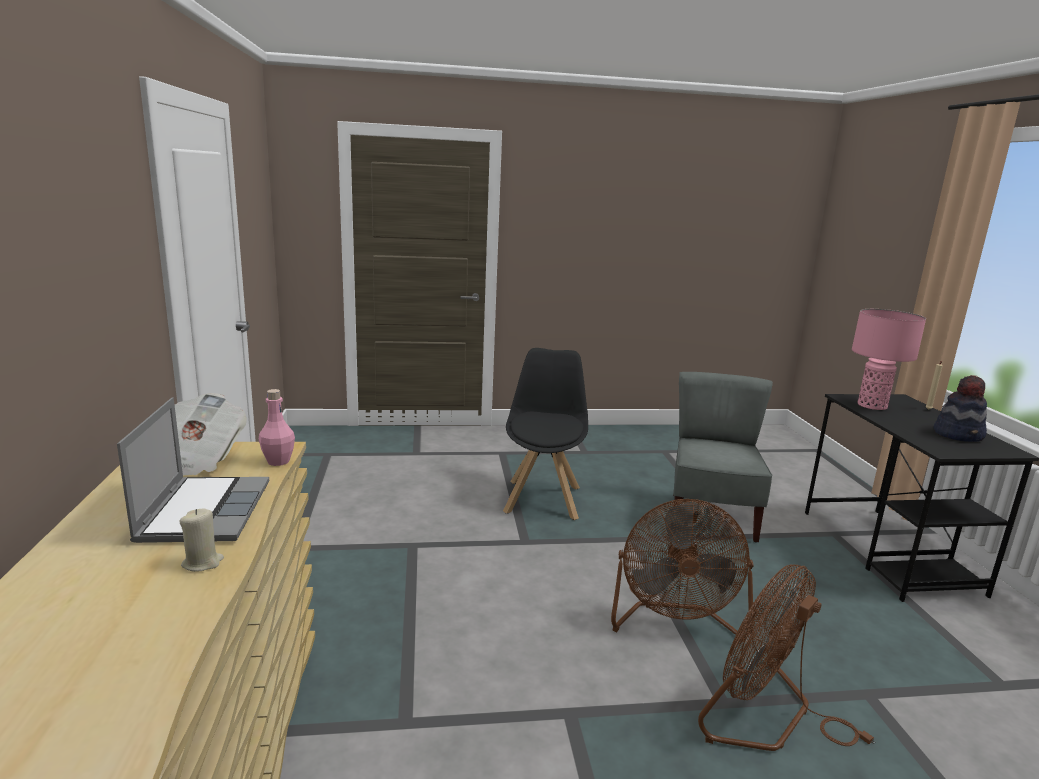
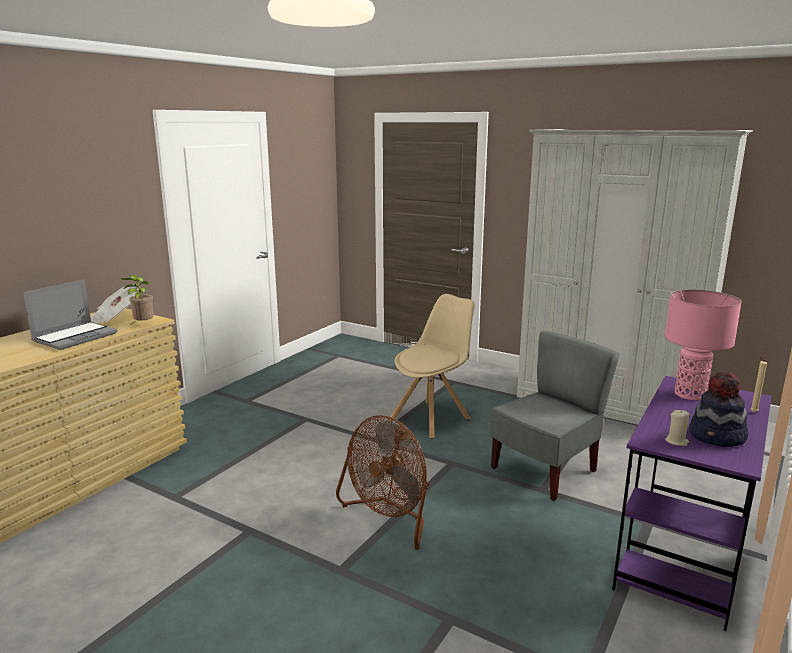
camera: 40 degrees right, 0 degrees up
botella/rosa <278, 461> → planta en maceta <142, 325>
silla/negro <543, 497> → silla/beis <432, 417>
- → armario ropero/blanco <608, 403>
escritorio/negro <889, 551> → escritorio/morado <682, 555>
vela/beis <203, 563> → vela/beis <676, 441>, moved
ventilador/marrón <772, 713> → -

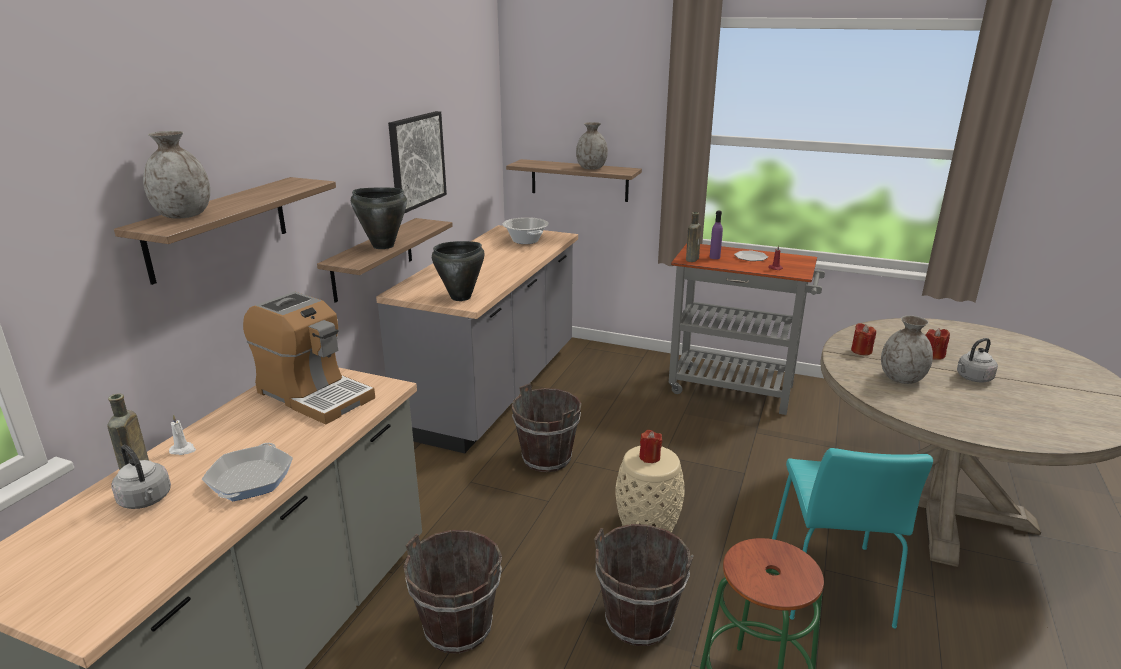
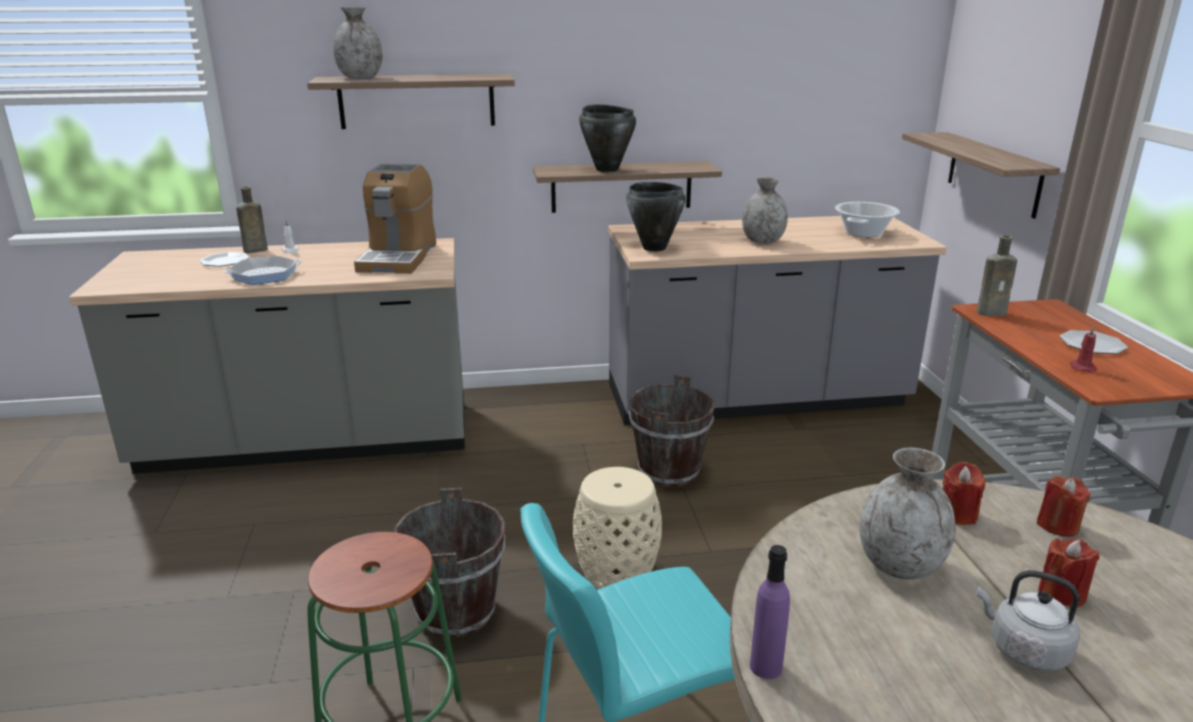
camera: 60 degrees right, 0 degrees up
hervidor/gris <146, 500> → plato <225, 261>
florero/gris <591, 168> → florero/gris <762, 241>, moved
botella/morado <714, 257> → botella/morado <766, 667>, moved
vela/rojo <649, 457> → vela/rojo <1057, 525>, moved
cuadro <416, 161> → -
cubo/marrón <458, 627> → -

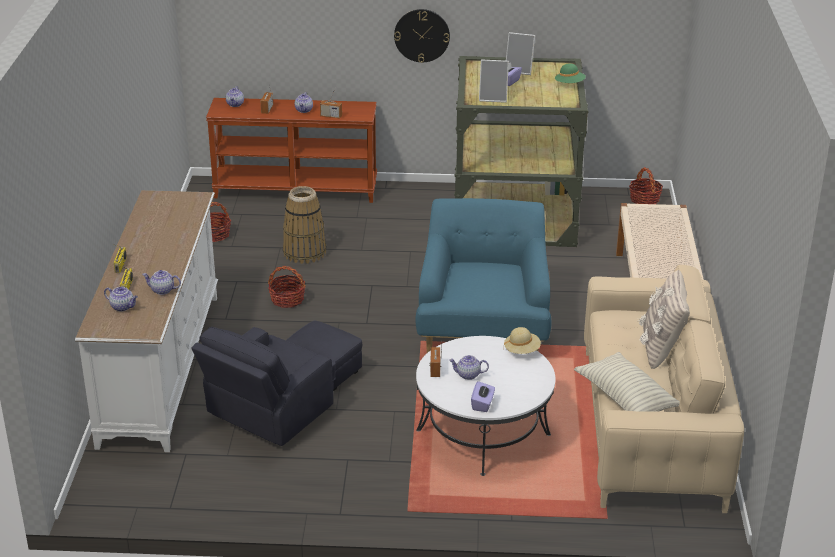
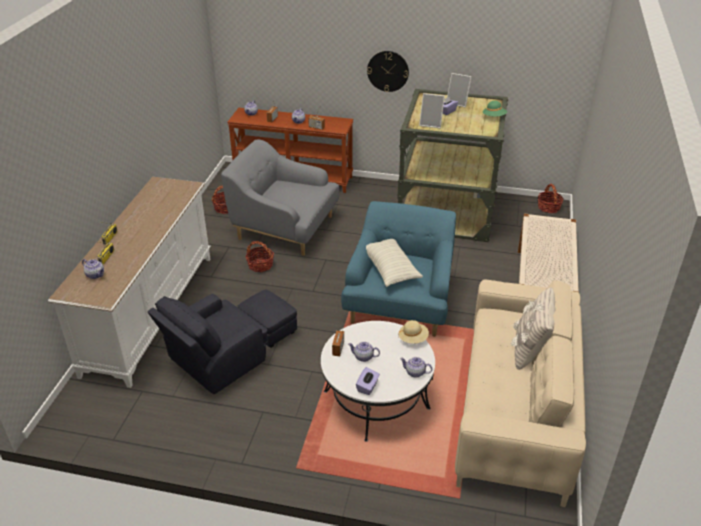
camera: 10 degrees right, 5 degrees up
cesta <304, 252> → sillón/gris <284, 228>
cojín <625, 398> → cojín <390, 269>, moved
tetera <162, 290> → tetera <415, 372>, moved

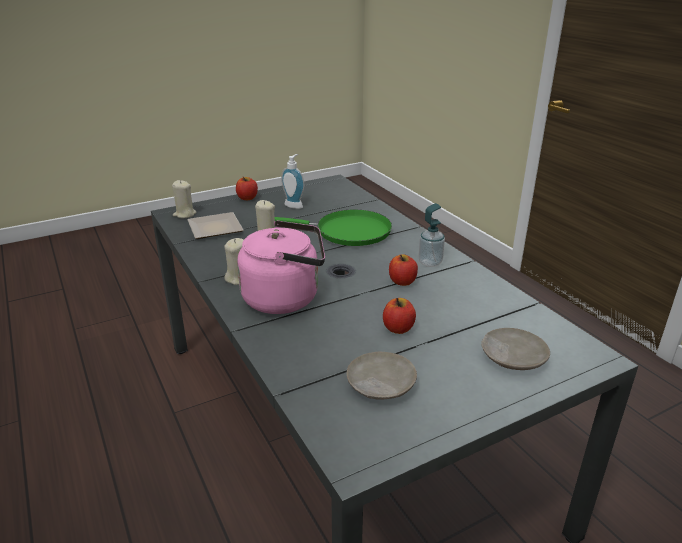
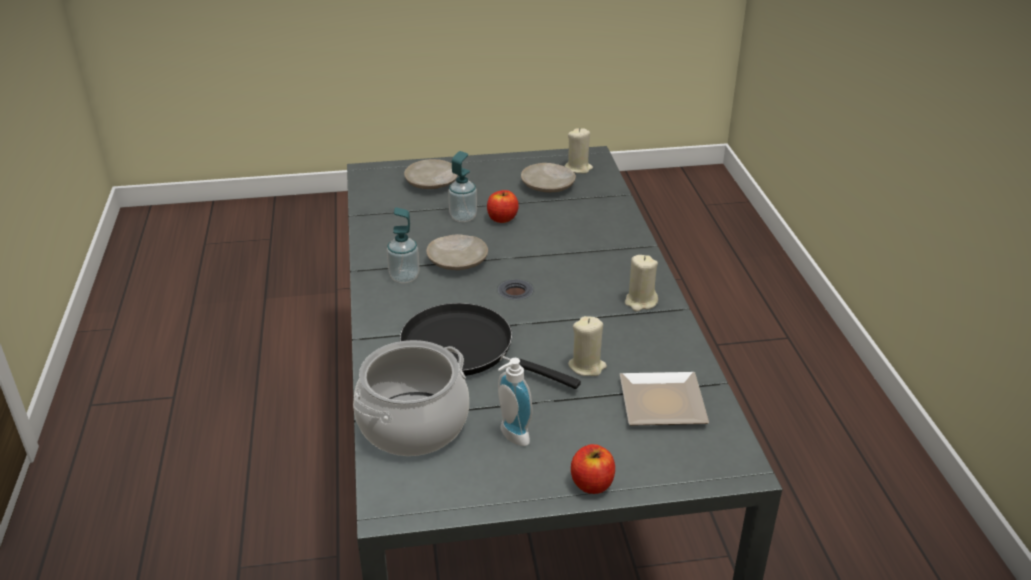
camera: 160 degrees left, 5 degrees up
- → olla <413, 425>
sartén/verde <347, 232> → sartén/negro <465, 349>
manzana <402, 281> → plato/beis <458, 260>
- → dispensador de jabón <463, 217>
vela/beis <184, 214> → vela/beis <578, 168>, moved
hervidor/rosa <286, 298> → -

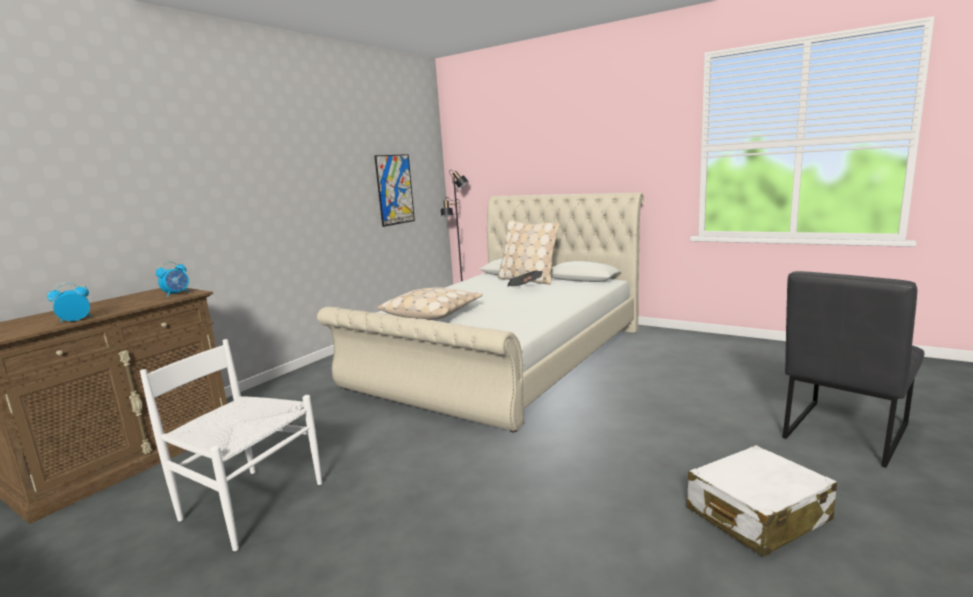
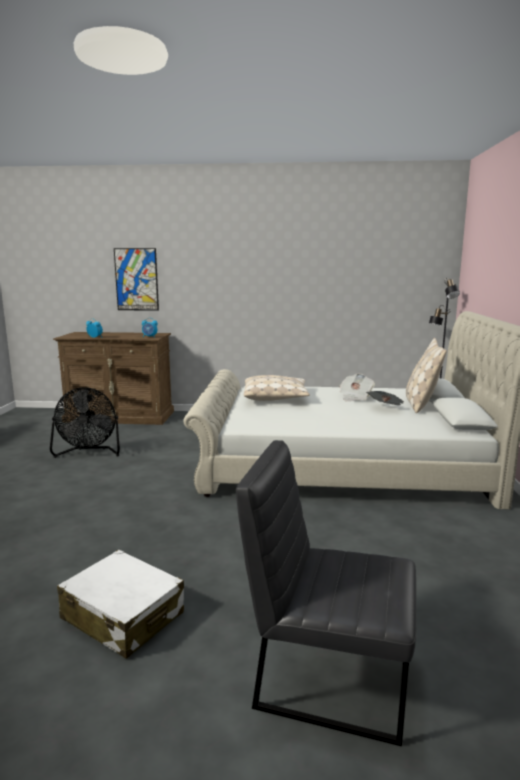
camera: 60 degrees right, 0 degrees up
silla/blanco <248, 504> → ventilador/negro <87, 452>
cuadro <395, 189> → cuadro <136, 279>, moved
- → periódico <355, 397>

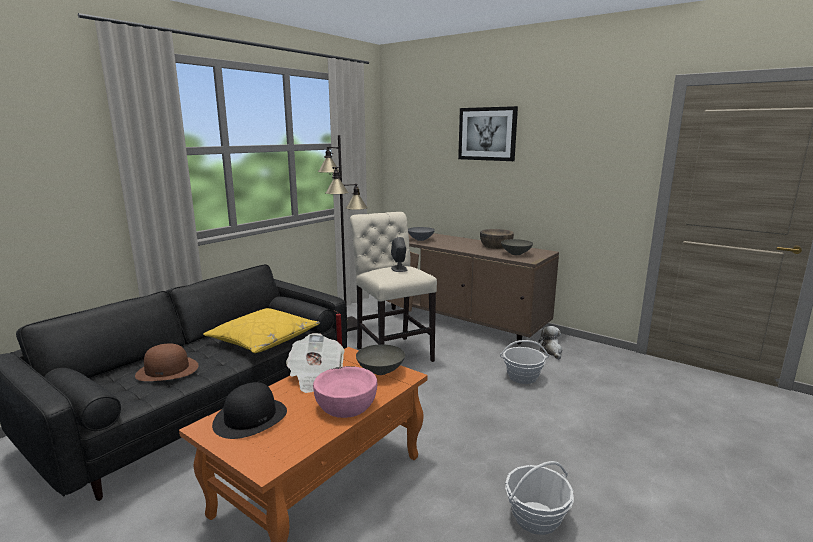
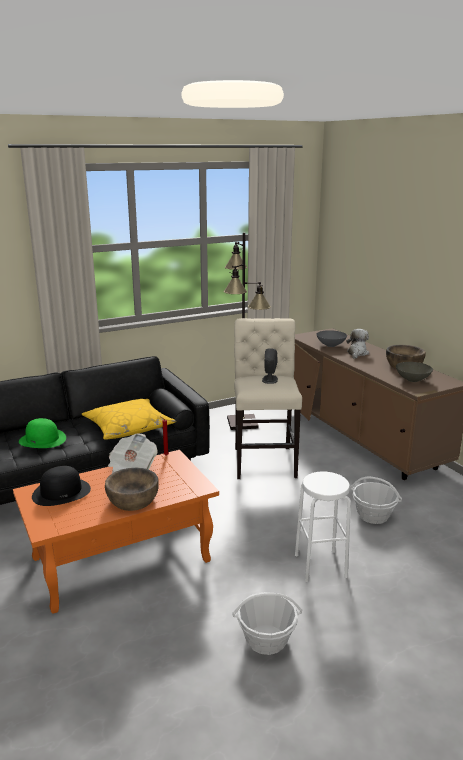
camera: 25 degrees right, 5 degrees up
sombrero/marrón <167, 370> → sombrero/verde <43, 439>
cuenco/rosa <346, 405> → cuenco/marrón <132, 500>
- → taburete/blanco <320, 565>
peluche <551, 351> → peluche <357, 353>, moved
cuenco/gris <381, 371> → -
cuadro <487, 134> → -

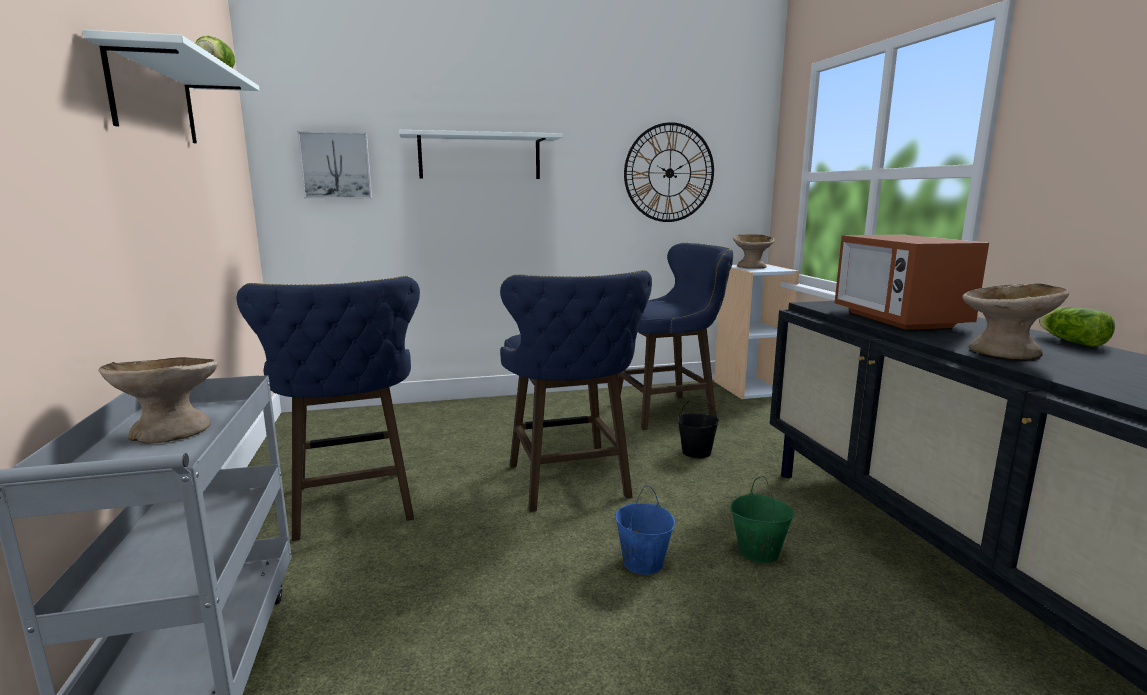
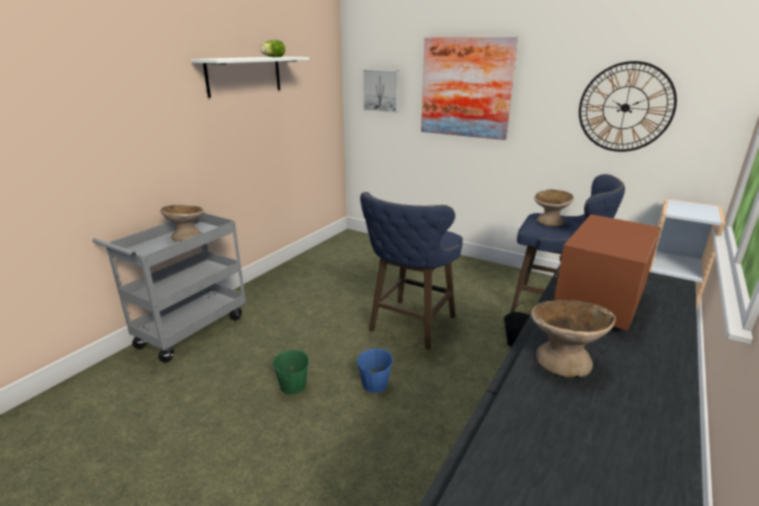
camera: 45 degrees right, 10 degrees up
cubo/verde <758, 552> → cubo/verde <293, 386>, moved
estante/blanco <480, 157> → cuadro <466, 88>
cuenco/beis <751, 267> → cuenco/beis <550, 222>, moved
taburete/azul <353, 506> → -
lechuga <1069, 341> → -

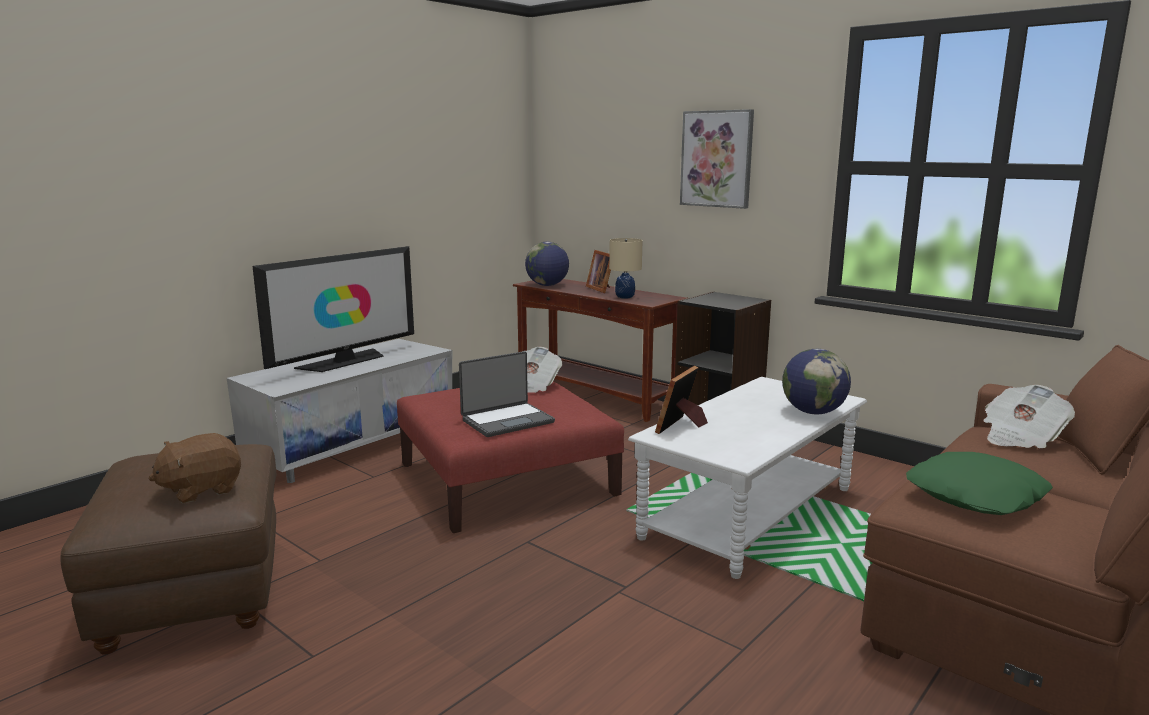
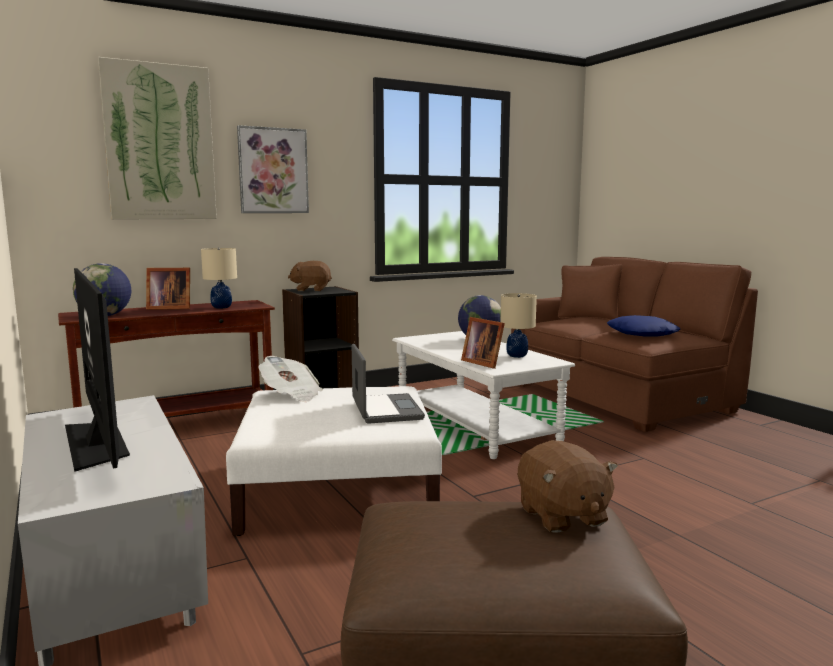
camera: 70 degrees left, 5 degrees down
- → cuadro <160, 143>
puf/rojo <507, 479> → puf/blanco <336, 488>
- → peluche/marrón <311, 290>
- → lámpara de mesa/beis <516, 356>
cojín/verde <976, 496> → cojín/azul <642, 334>
periódico <1020, 437> → -

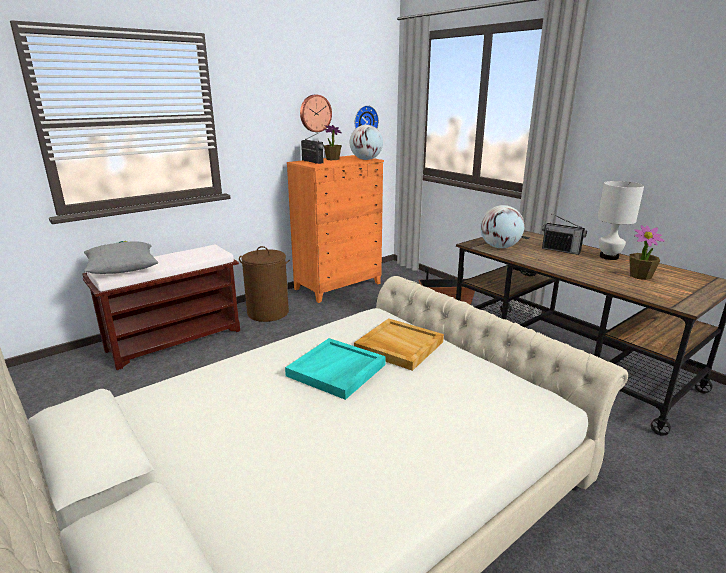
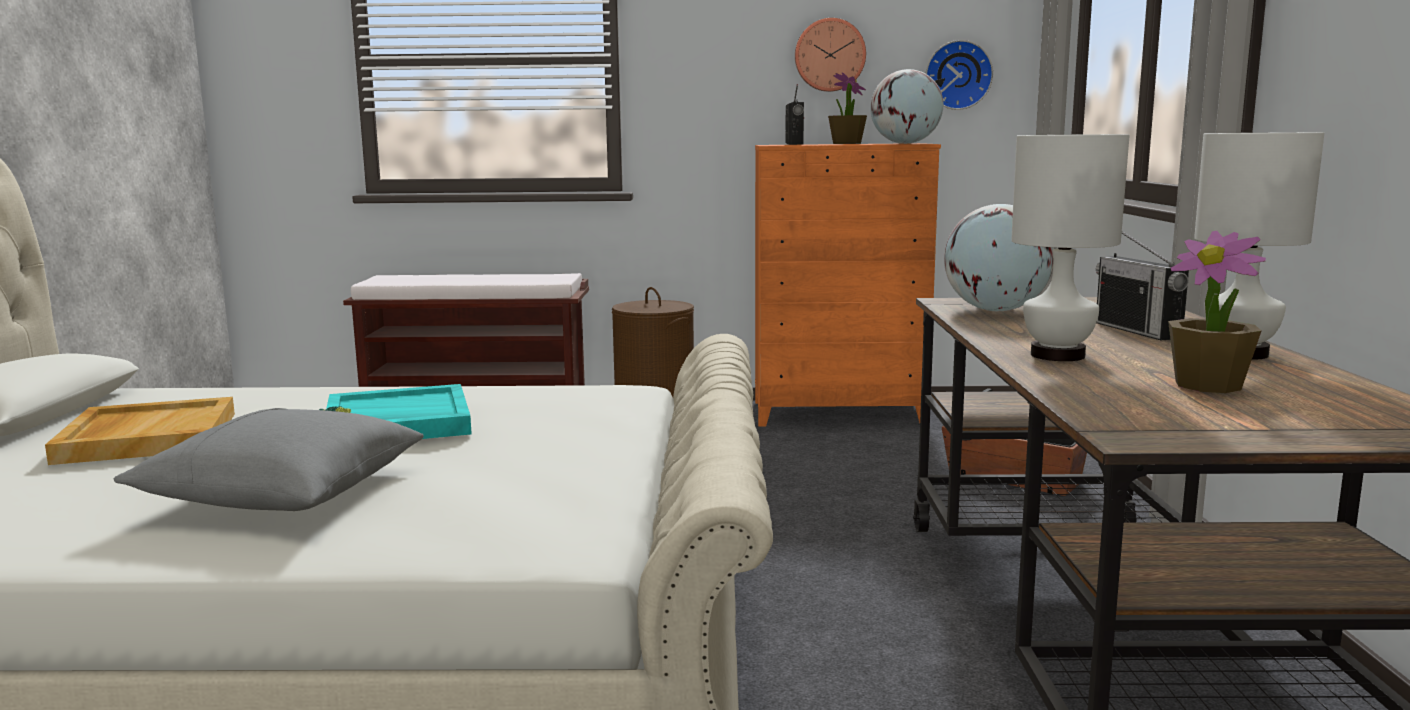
camera: 40 degrees right, 10 degrees down
bandeja/beis <398, 346> → bandeja/beis <147, 437>, moved
cojín/gris <122, 269> → cojín/gris <284, 495>, moved
- → lámpara de mesa/blanco <1056, 355>

